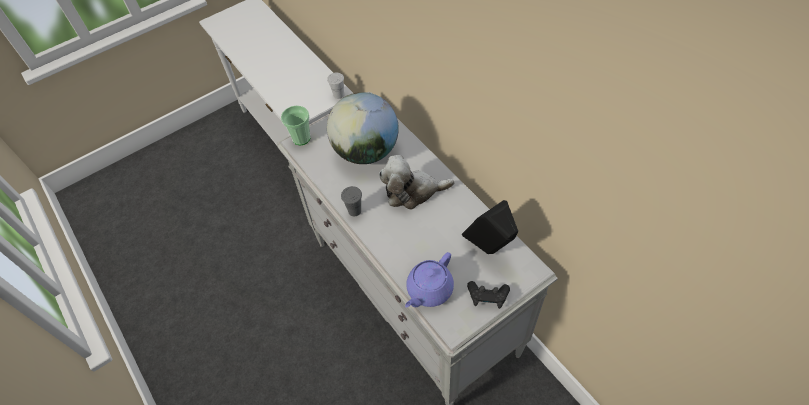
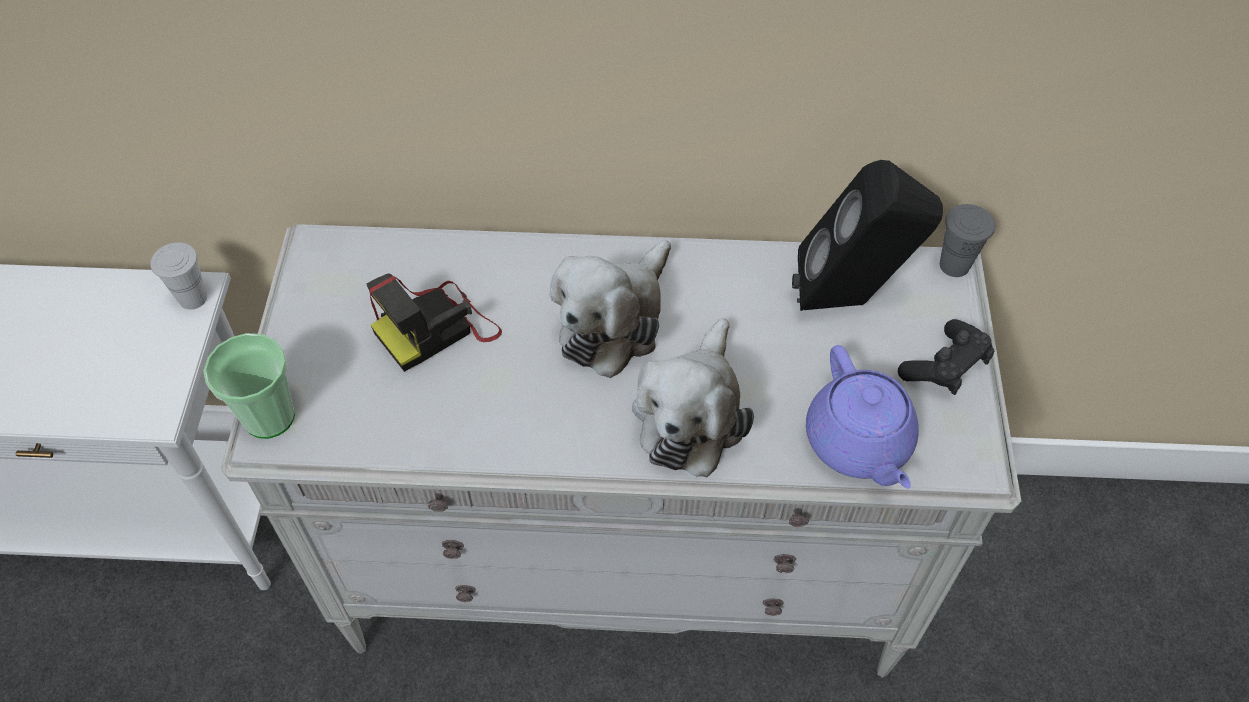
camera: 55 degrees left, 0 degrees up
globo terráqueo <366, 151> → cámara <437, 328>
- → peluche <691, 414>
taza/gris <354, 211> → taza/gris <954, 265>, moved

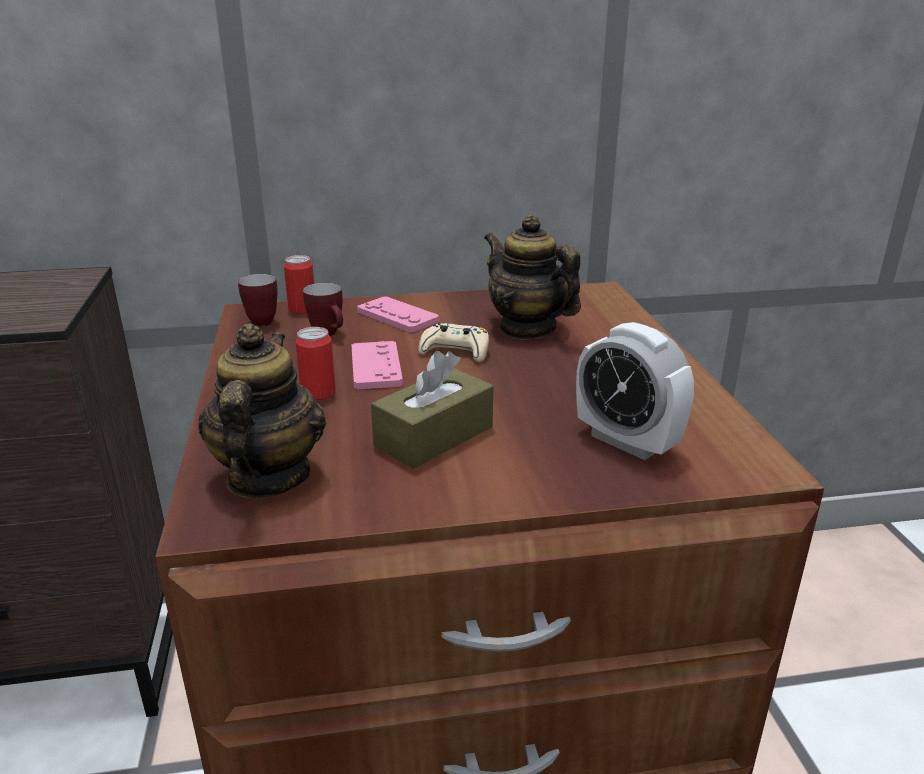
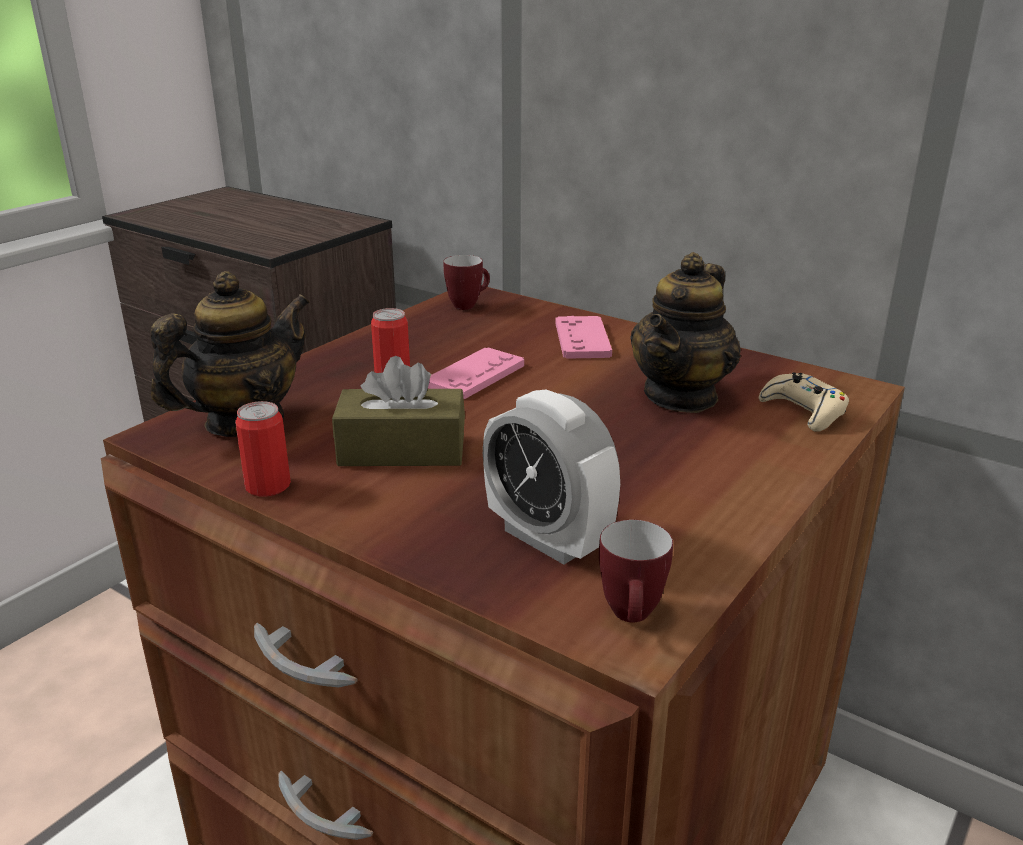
camera: 45 degrees right, 0 degrees up
lata <302, 309> → lata <268, 486>, moved
despertador <627, 441> → despertador <548, 538>, 45 degrees counterclockwise
taza grande <329, 334> → taza grande <632, 618>, moved
tetera <527, 329> → tetera <681, 396>, 150 degrees counterclockwise
mando de consola/beis <455, 351> → mando de consola/beis <803, 411>, moved

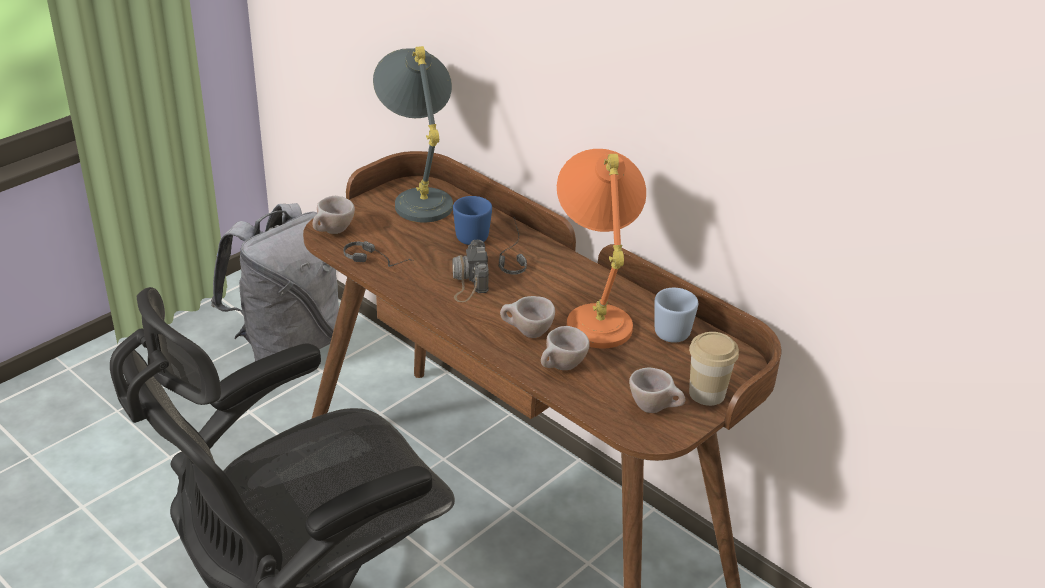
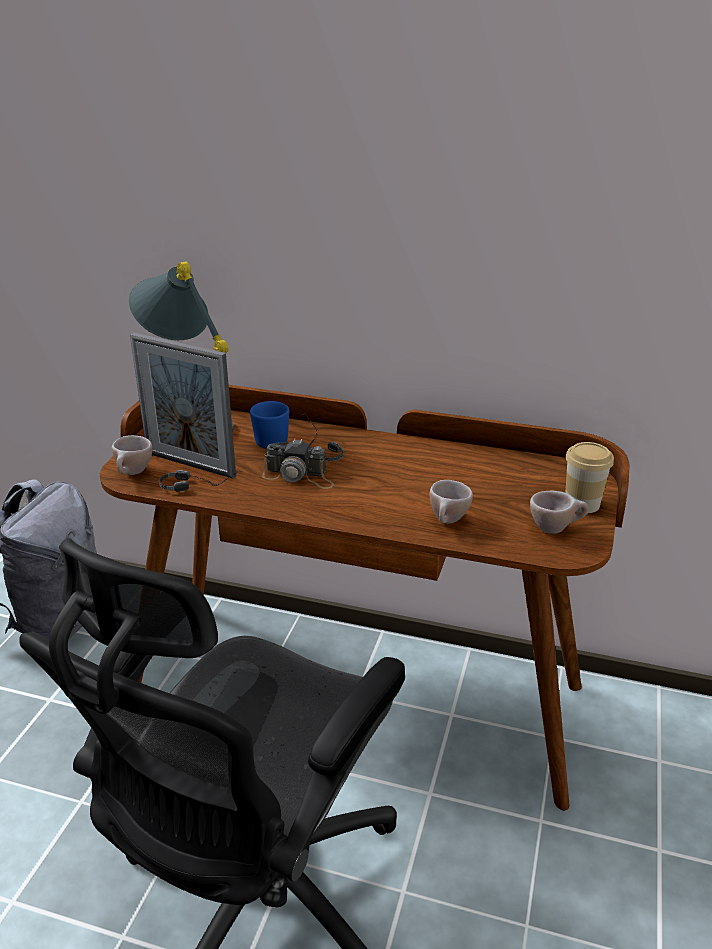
camera: 25 degrees left, 5 degrees down
- → portarretratos <190, 464>
cámara <469, 280> → cámara <299, 476>, 45 degrees counterclockwise
taza/beis <526, 333> → -
lámpara de mesa/naranja <595, 313> → -
taza grande/azul <672, 329> → -

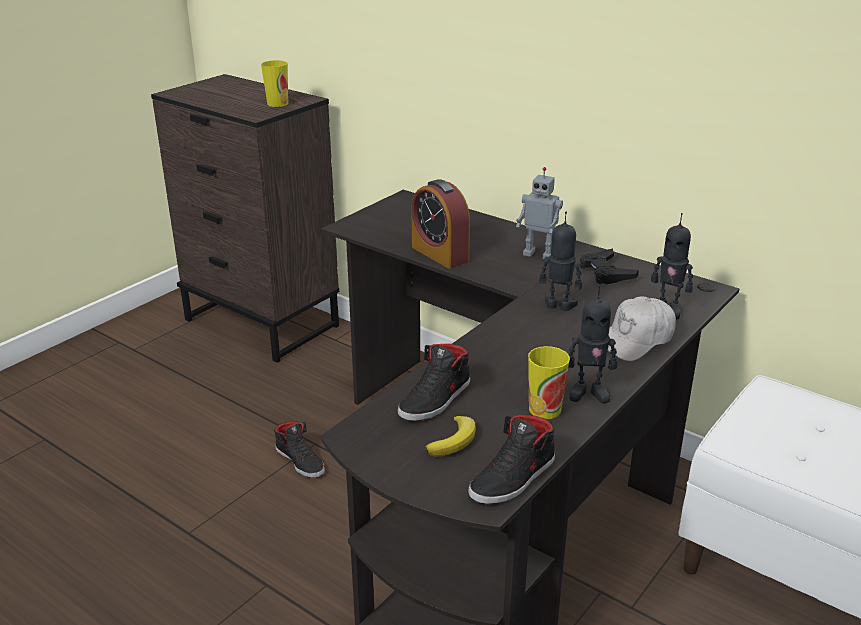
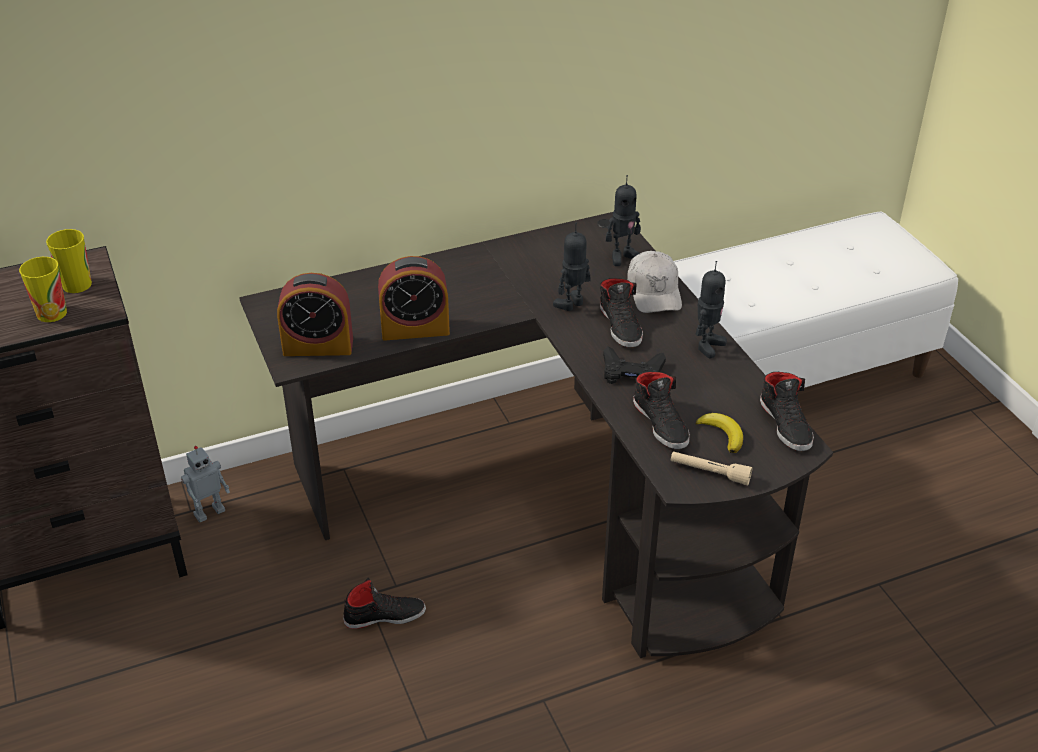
camera: 60 degrees left, 10 degrees up
taza <544, 409> → taza <52, 313>, moved
robot de juguete <539, 254> → robot de juguete <209, 512>, moved
- → despertador <318, 346>
- → zapato/negro <621, 325>
mando de consola/negro <605, 272> → mando de consola/negro <632, 372>, moved
- → linterna/beis <709, 473>

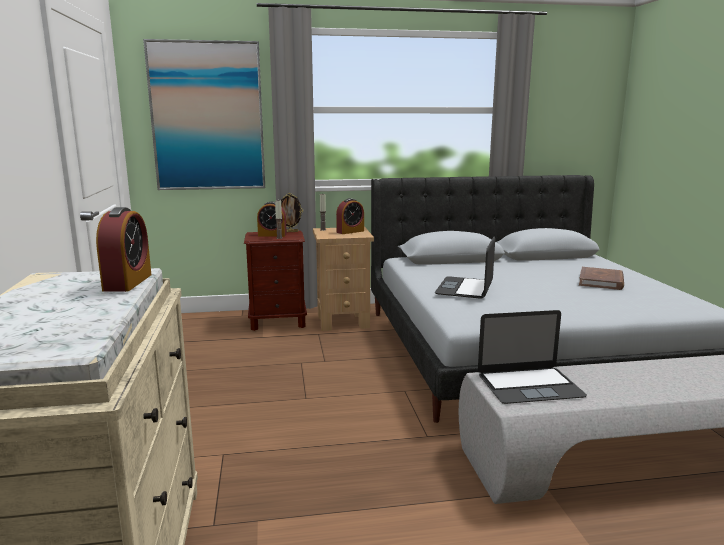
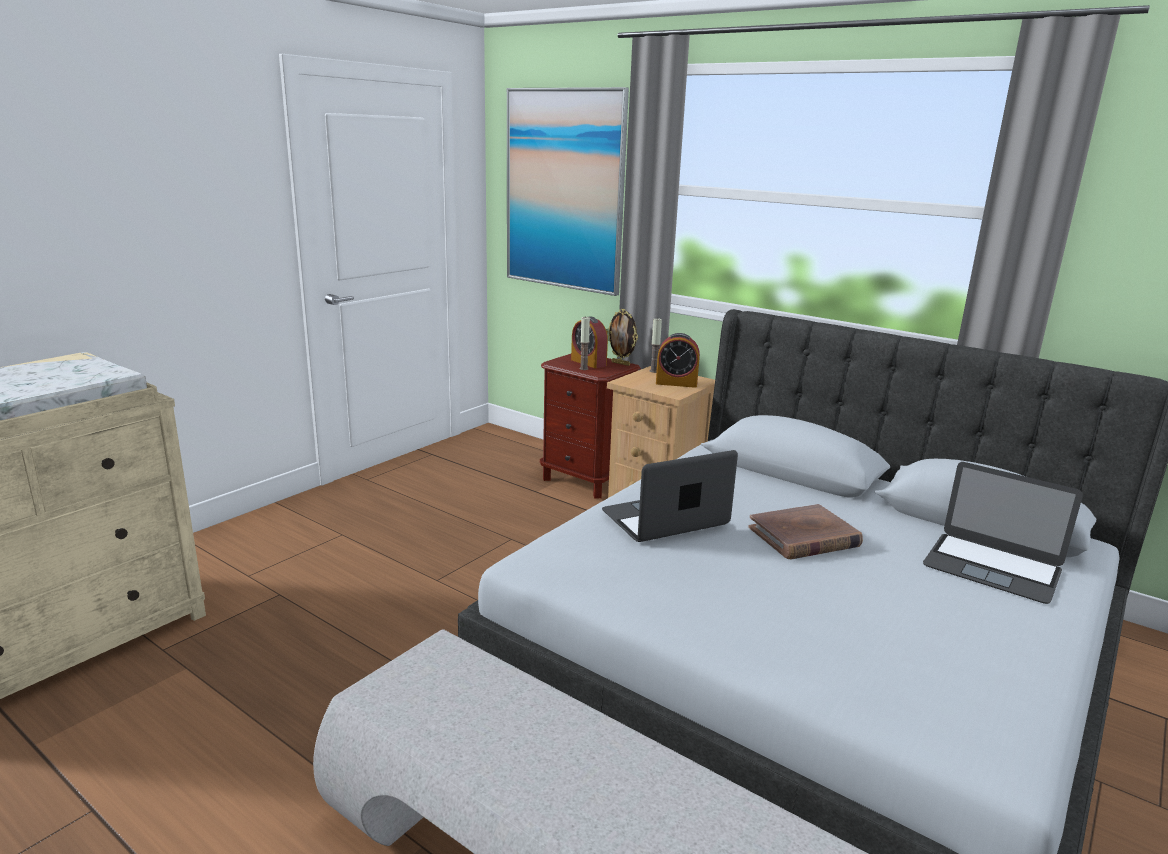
camera: 45 degrees right, 5 degrees up
libro/marrón <601, 281> → libro/marrón <804, 537>, moved
portátil <529, 385> → portátil <992, 567>, moved
despertador <128, 282> → -

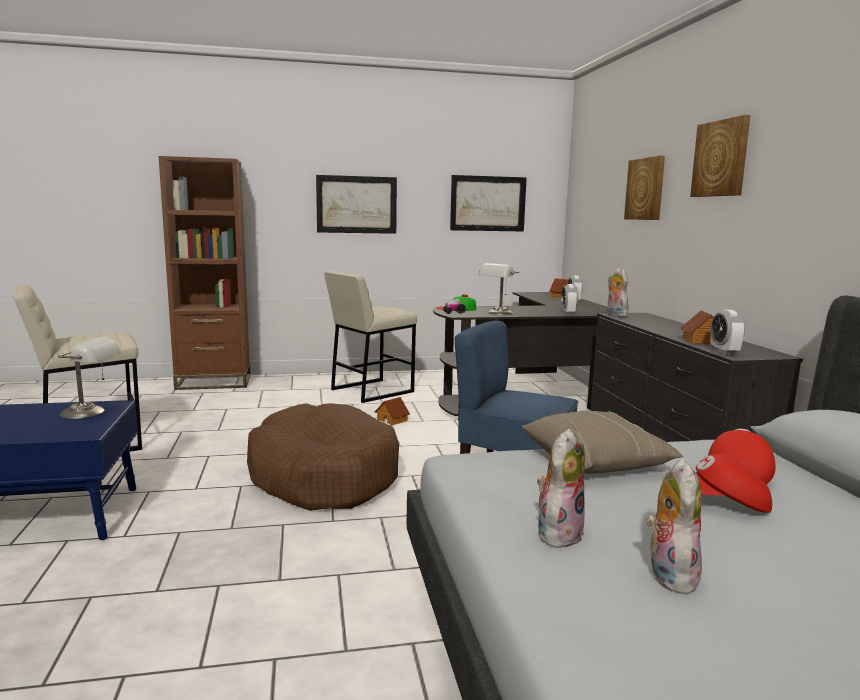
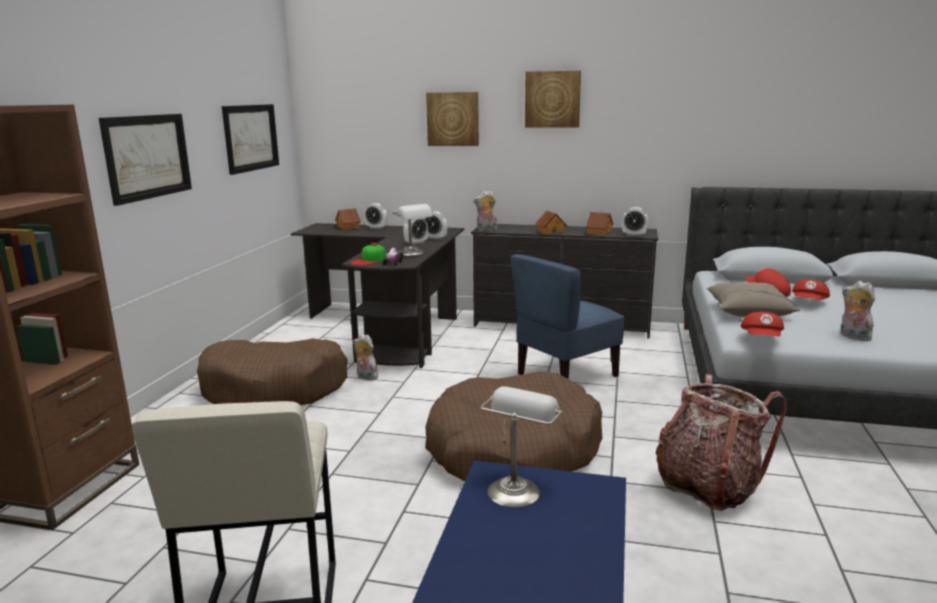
camera: 65 degrees left, 5 degrees up
silla/beis <370, 391> → cama para perro/marrón <275, 389>
peluche <668, 574> → peluche <365, 377>, moved
- → despertador <416, 243>
casita <392, 420> → casita <550, 231>, moved
- → mochila <708, 485>
- → gorra/rojo <762, 339>

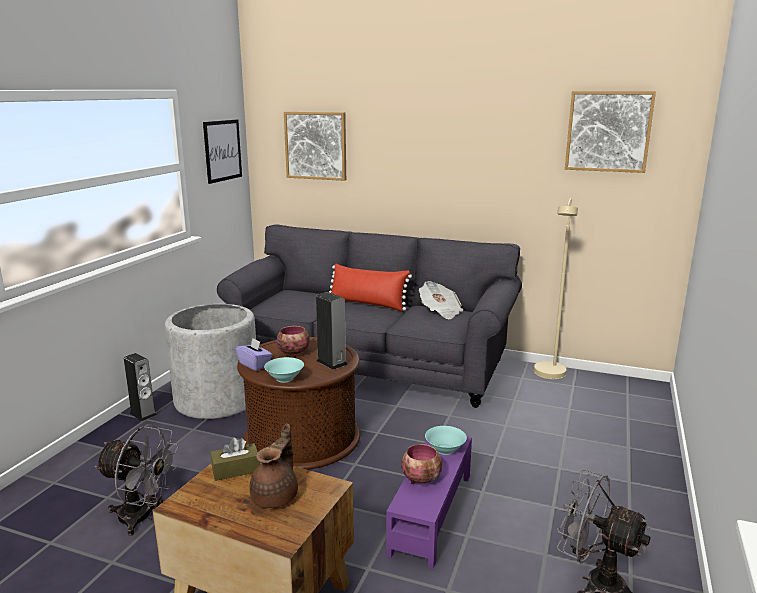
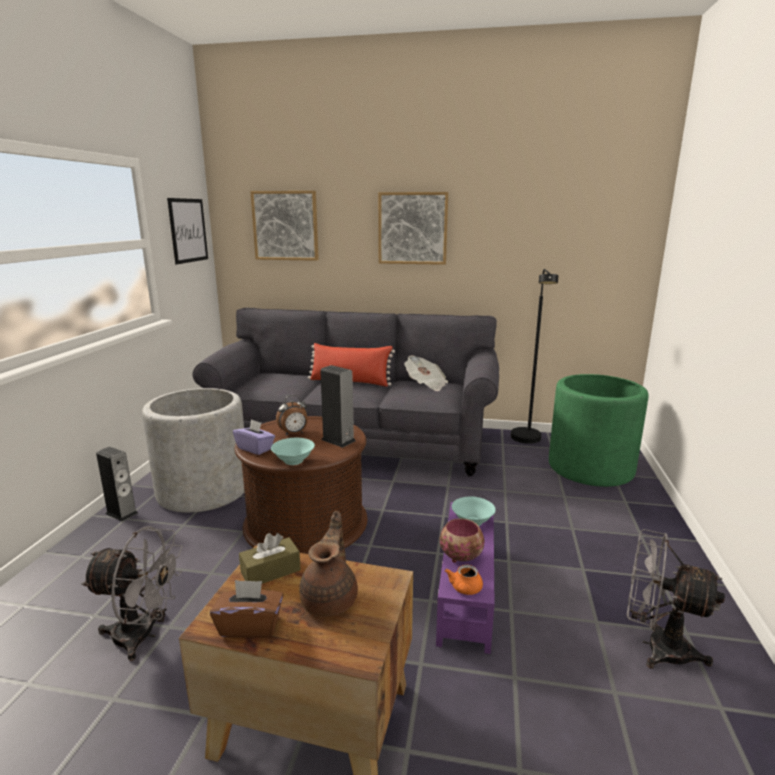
camera: 10 degrees left, 0 degrees up
- → caja de pañuelos/marrón <250, 626>
cuenco <294, 353> → despertador <294, 433>
cuadro <608, 131> → cuadro <412, 228>, moved
- → tetera/naranja <464, 590>
lámpara de pie/beis <550, 376> → lámpara de pie/negro <527, 441>
- → maceta/verde <590, 467>

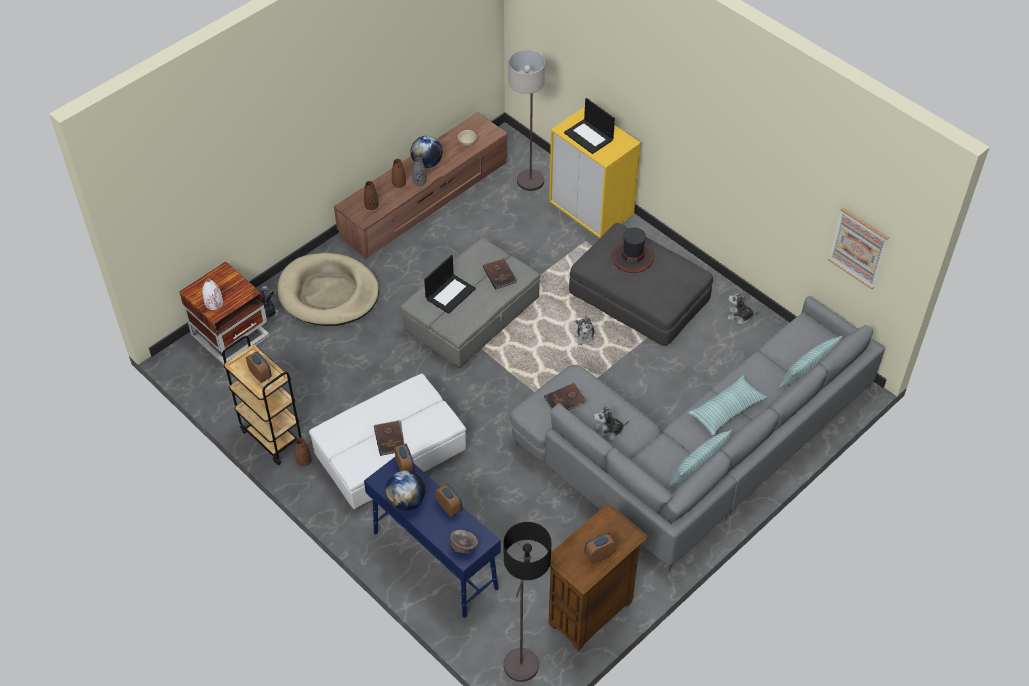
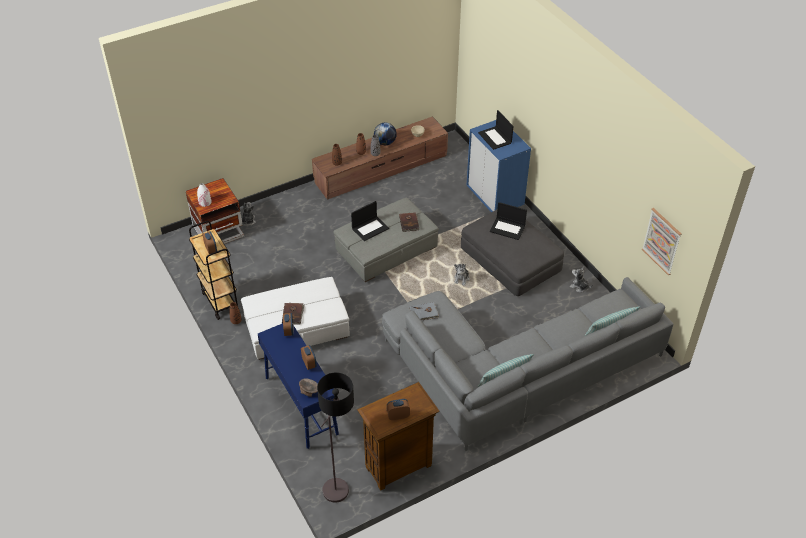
camera: 15 degrees right, 5 degrees down
libro/marrón <566, 400> → libro/gris <423, 313>
armario/amarillo <592, 213> → armario/azul <495, 198>
sombrero <632, 257> → portátil <508, 228>
cama para perro/beis <328, 293> → -
globo terráqueo <406, 501> → -
lámpara de pie/gris <527, 187> → -
peluche <608, 431> → -
cojín <727, 410> → -

